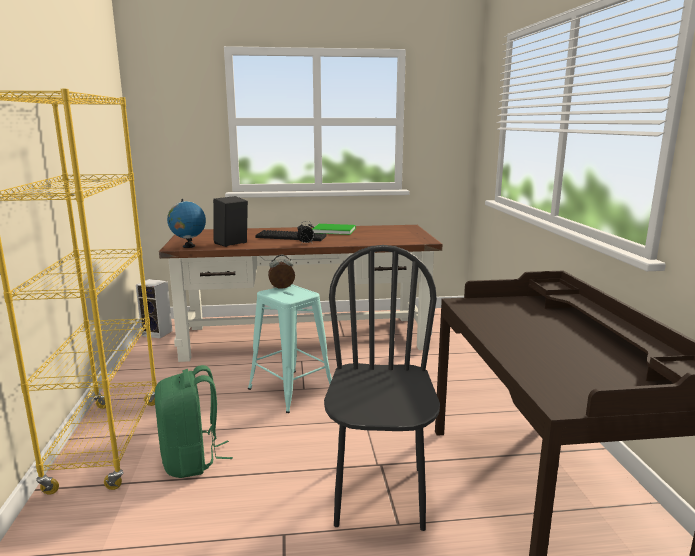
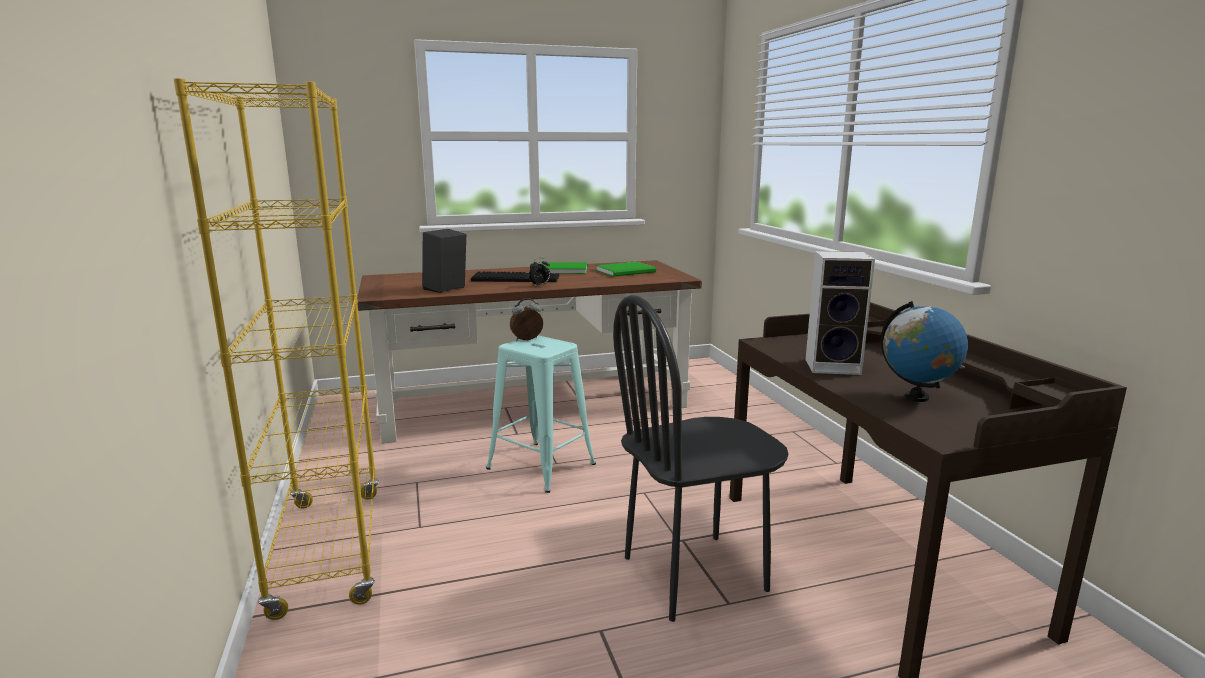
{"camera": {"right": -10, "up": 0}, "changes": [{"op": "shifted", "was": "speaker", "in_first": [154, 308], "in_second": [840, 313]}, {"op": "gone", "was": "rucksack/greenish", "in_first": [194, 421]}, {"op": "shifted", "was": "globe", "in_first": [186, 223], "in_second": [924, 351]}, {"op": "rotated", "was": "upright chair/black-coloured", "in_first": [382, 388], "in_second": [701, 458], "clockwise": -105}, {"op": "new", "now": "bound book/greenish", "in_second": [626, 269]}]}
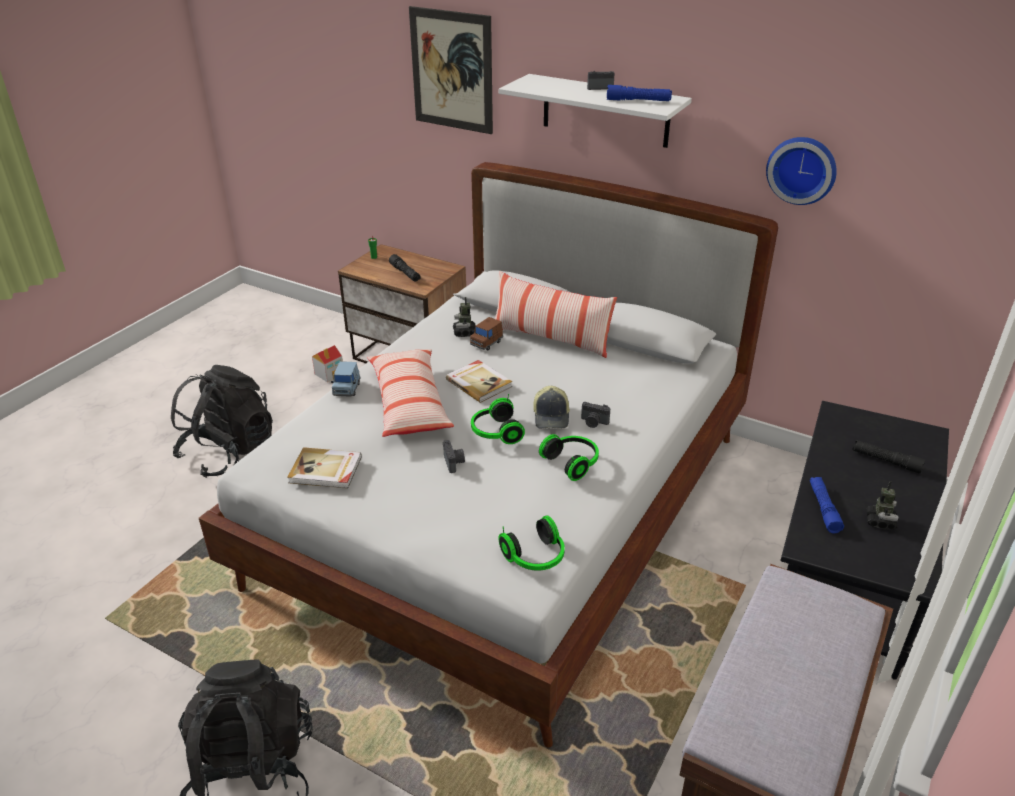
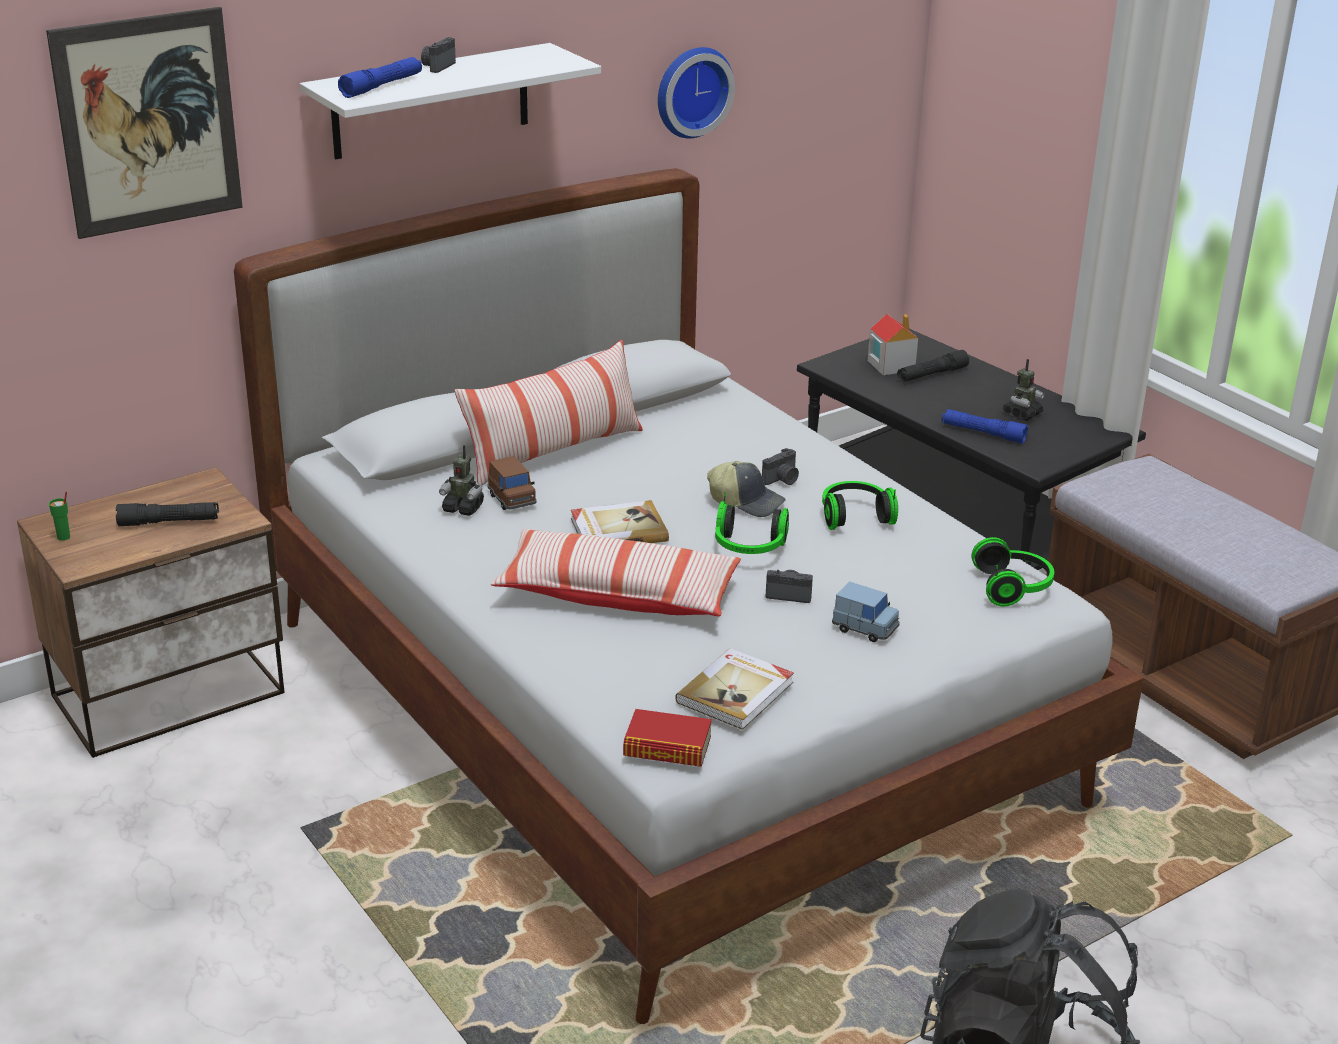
{"camera": {"right": -65, "up": -5}, "changes": [{"op": "gone", "was": "rucksack/black-coloured", "in_first": [222, 421]}, {"op": "shifted", "was": "toy house", "in_first": [327, 363], "in_second": [893, 344]}, {"op": "shifted", "was": "toy car/blue-coloured", "in_first": [346, 379], "in_second": [866, 612]}, {"op": "shifted", "was": "hand torch/blue-coloured", "in_first": [639, 93], "in_second": [380, 77]}, {"op": "rotated", "was": "model robot", "in_first": [882, 505], "in_second": [1024, 389], "clockwise": 90}, {"op": "new", "now": "bound book", "in_second": [667, 738]}]}
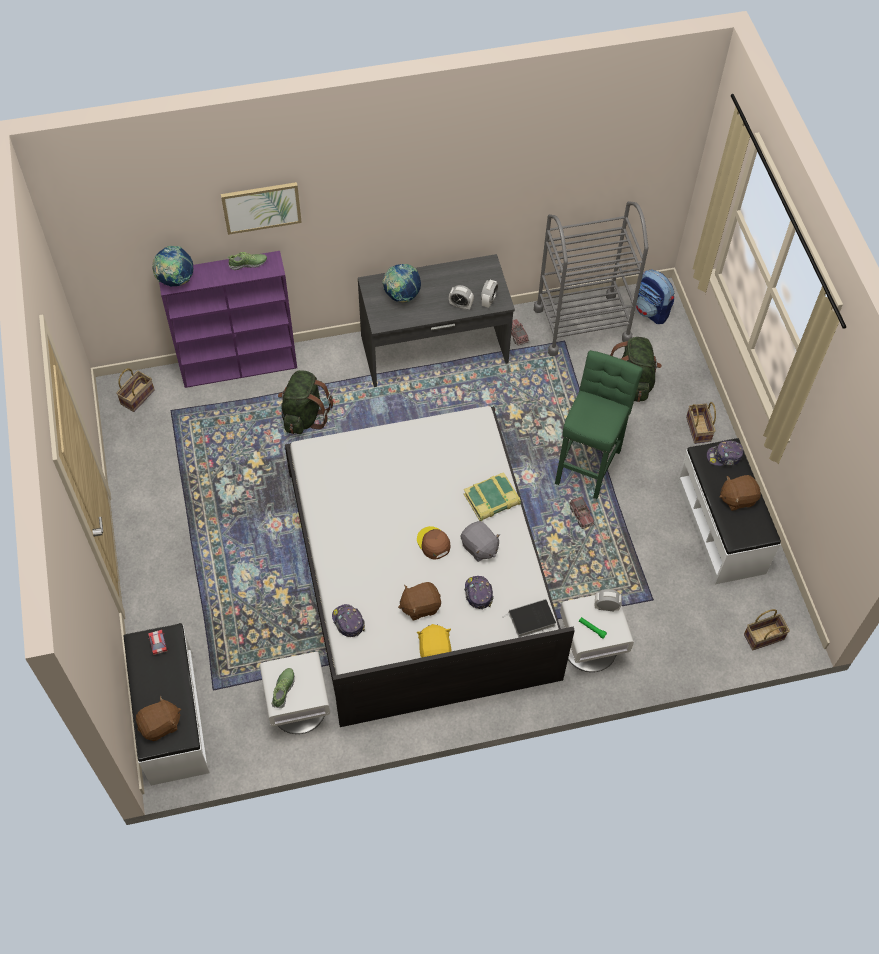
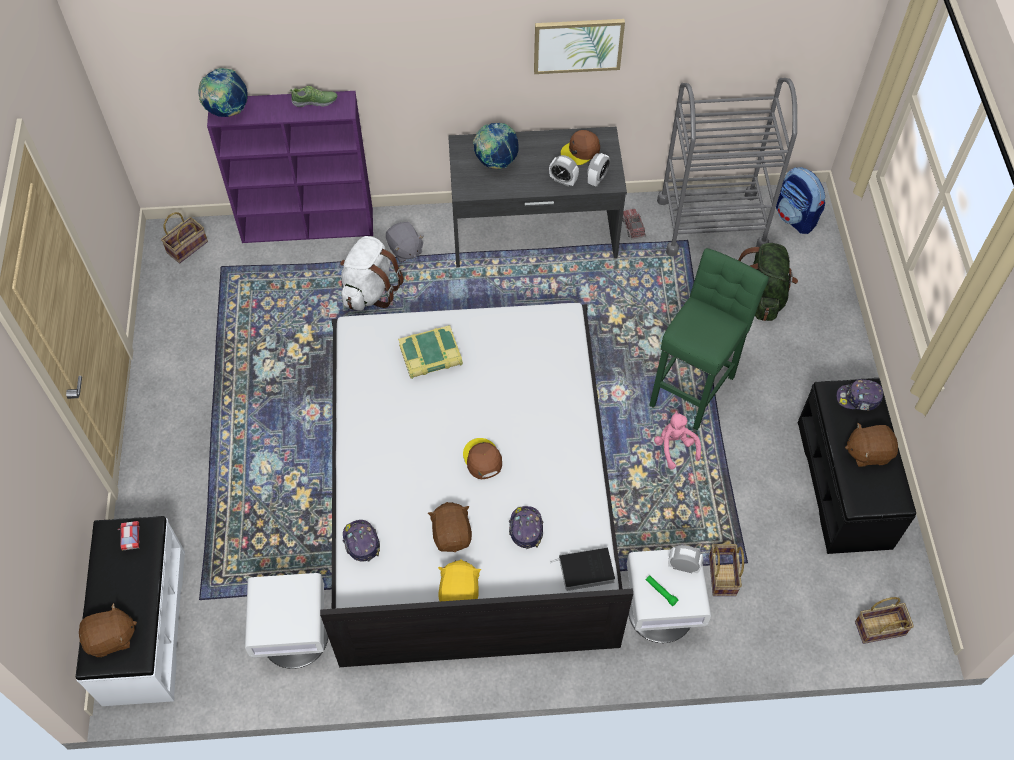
{"camera": {"right": 10, "up": 0}, "changes": [{"op": "shifted", "was": "wall picture", "in_first": [261, 208], "in_second": [579, 46]}, {"op": "gone", "was": "low shoe", "in_first": [283, 688]}, {"op": "repainted", "was": "rucksack/greenish", "now": "rucksack/whitish", "in_first": [305, 402], "in_second": [372, 273]}, {"op": "rotated", "was": "soft toy/brown-coloured", "in_first": [419, 601], "in_second": [450, 527], "clockwise": 90}, {"op": "shifted", "was": "soft toy/grey", "in_first": [480, 541], "in_second": [405, 242]}, {"op": "shifted", "was": "bound book", "in_first": [492, 496], "in_second": [430, 352]}, {"op": "swapped", "was": "toy lorry", "now": "soft toy/pink-coloured", "in_first": [582, 512], "in_second": [677, 440]}, {"op": "repainted", "was": "long seat/whitish", "now": "long seat/black-coloured", "in_first": [729, 511], "in_second": [857, 466]}, {"op": "shifted", "was": "basket", "in_first": [701, 423], "in_second": [726, 570]}, {"op": "new", "now": "cap/brown-coloured", "in_second": [580, 147]}]}
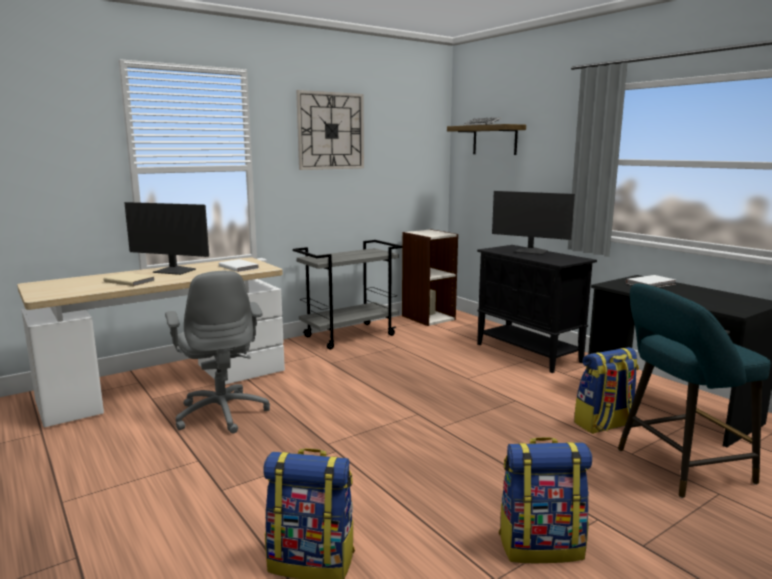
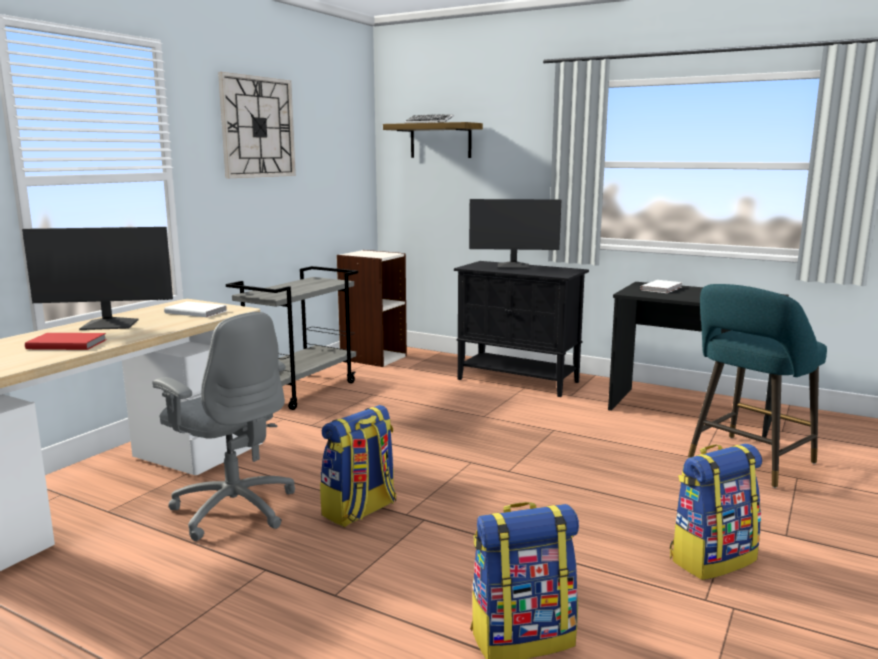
{"camera": {"right": -25, "up": 0}, "changes": [{"op": "repainted", "was": "bound book/beige", "now": "bound book/reddish", "in_first": [129, 279], "in_second": [65, 341]}, {"op": "shifted", "was": "rucksack", "in_first": [606, 390], "in_second": [358, 466]}]}
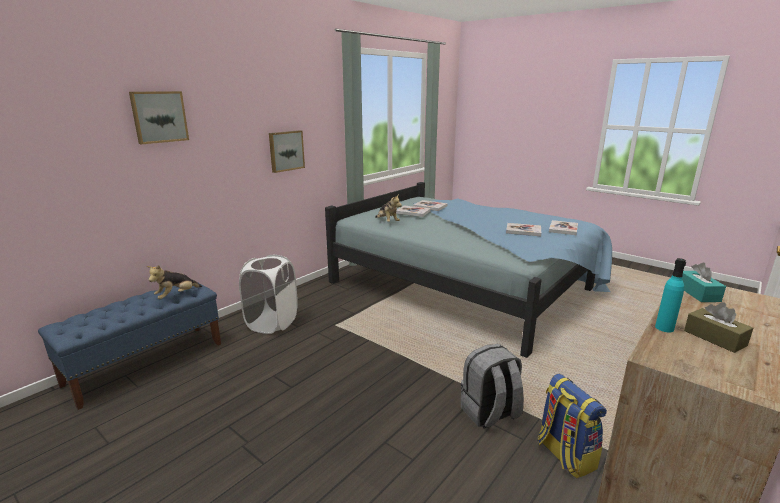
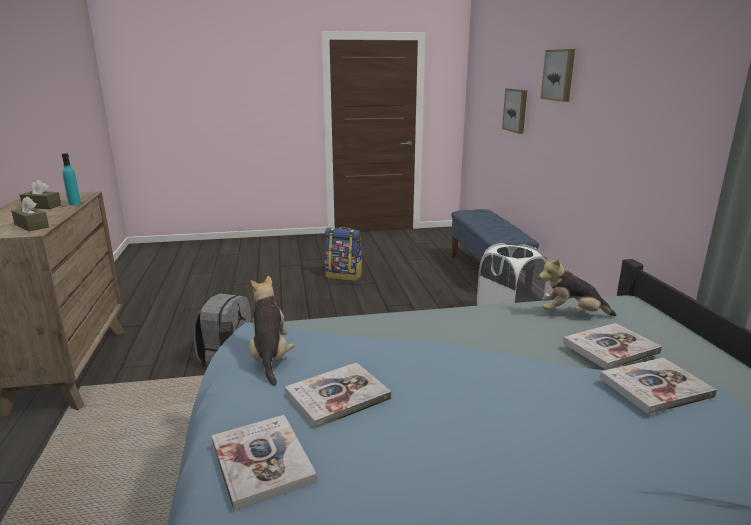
{"camera": {"right": 130, "up": 0}, "changes": [{"op": "shifted", "was": "soft toy", "in_first": [174, 282], "in_second": [272, 331]}, {"op": "shifted", "was": "wall picture", "in_first": [287, 151], "in_second": [514, 111]}, {"op": "shifted", "was": "rucksack", "in_first": [572, 426], "in_second": [343, 254]}, {"op": "repainted", "was": "tissue box/blue-green", "now": "tissue box/brown-coloured", "in_first": [704, 282], "in_second": [30, 213]}]}
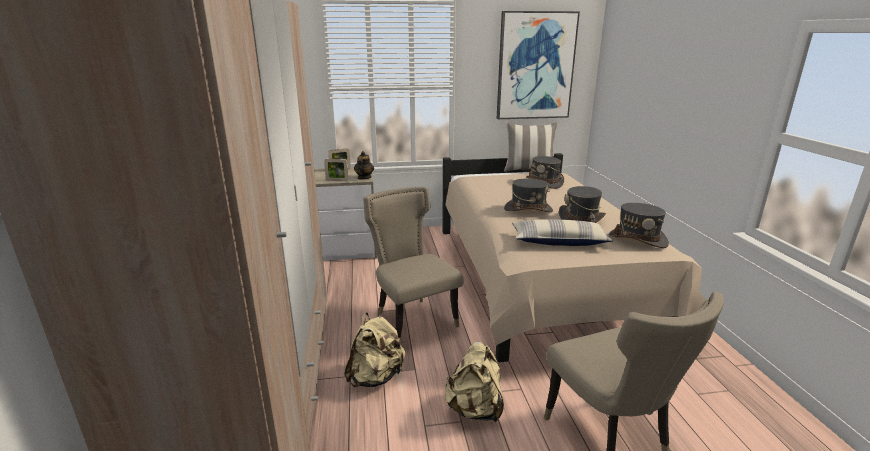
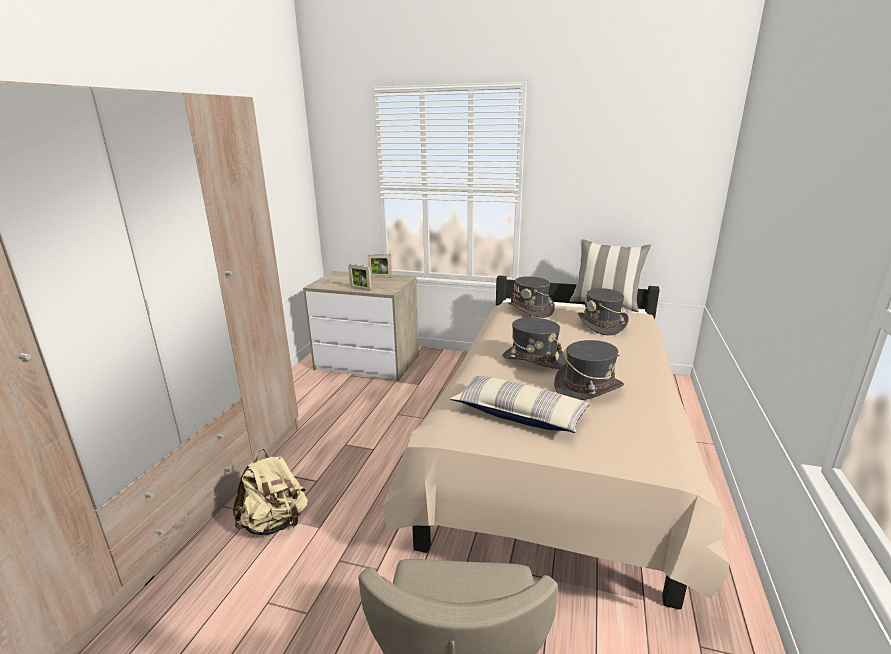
{"camera": {"right": 25, "up": 0}, "changes": [{"op": "gone", "was": "pot for tea", "in_first": [364, 165]}, {"op": "gone", "was": "upright chair/beige", "in_first": [413, 262]}, {"op": "gone", "was": "rucksack/beige", "in_first": [474, 382]}, {"op": "gone", "was": "wall picture", "in_first": [538, 65]}, {"op": "shifted", "was": "clothing hat/grey", "in_first": [639, 225], "in_second": [531, 297]}]}
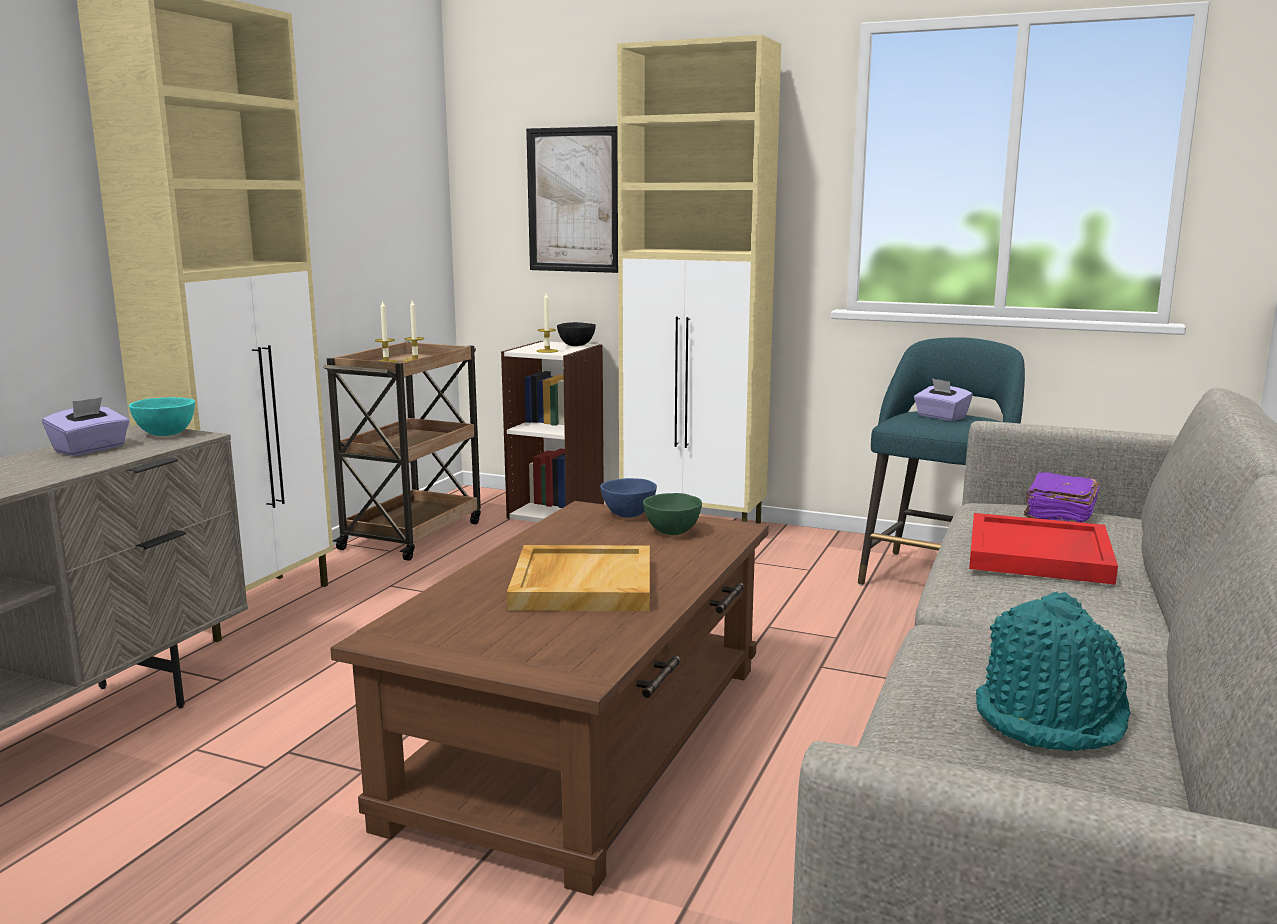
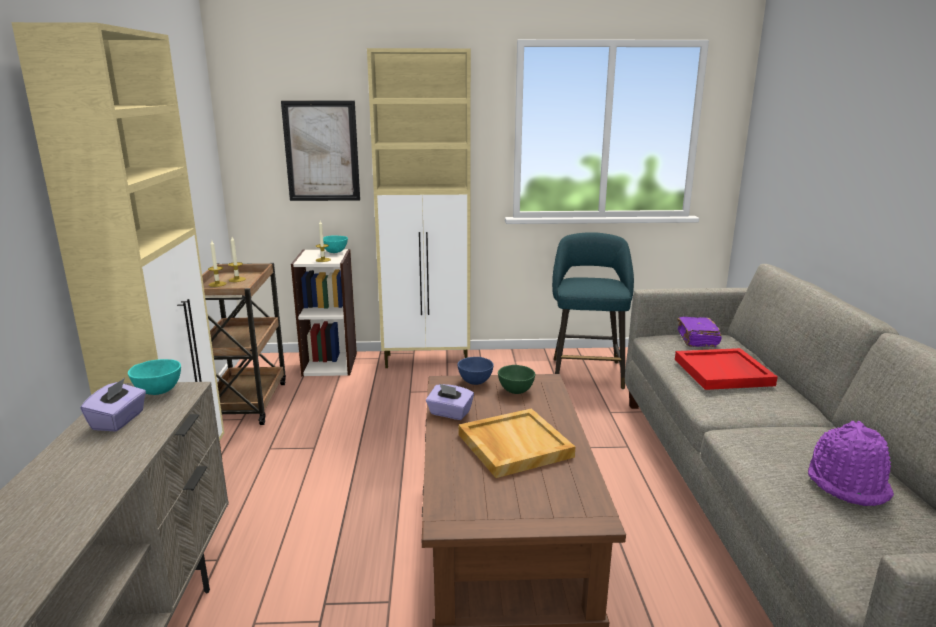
{"camera": {"right": -25, "up": 5}, "changes": [{"op": "repainted", "was": "deep dish/black-coloured", "now": "deep dish/blue-green", "in_first": [576, 334], "in_second": [335, 244]}, {"op": "shifted", "was": "tissue box/purple", "in_first": [943, 399], "in_second": [450, 401]}, {"op": "repainted", "was": "clothing hat/blue-green", "now": "clothing hat/purple", "in_first": [1053, 671], "in_second": [851, 463]}]}
